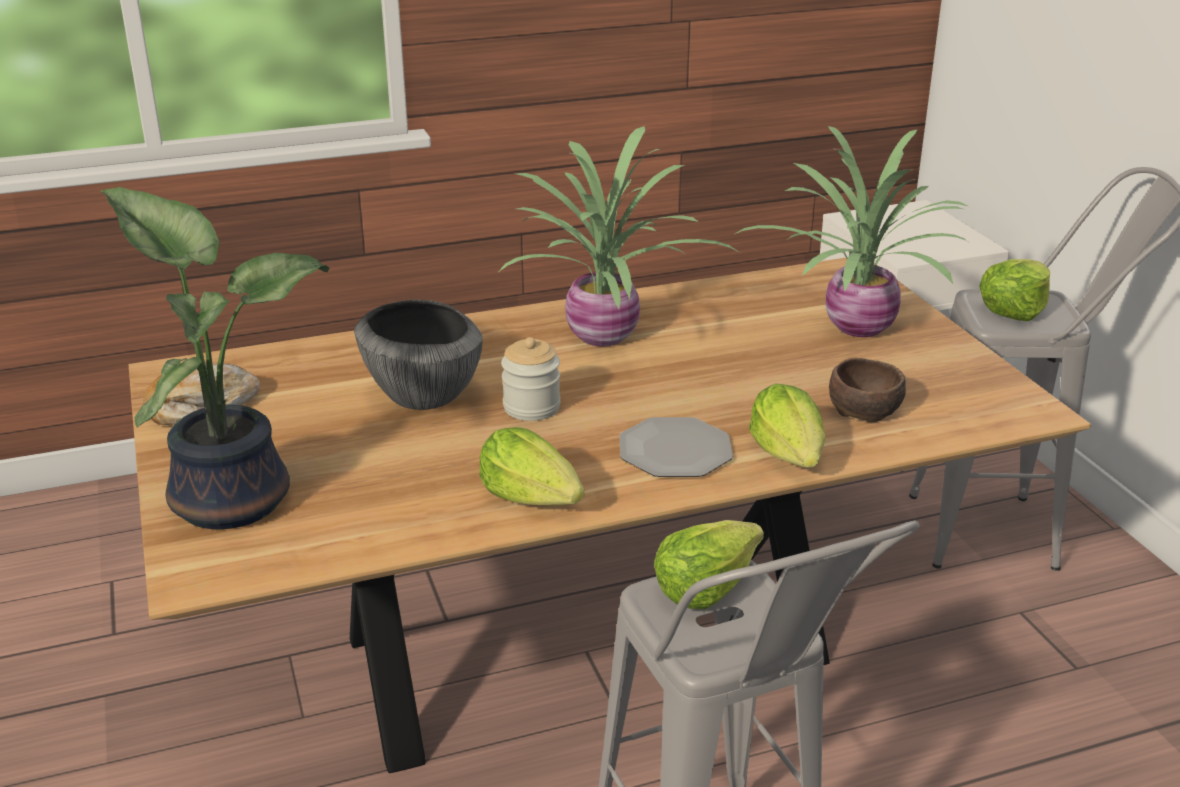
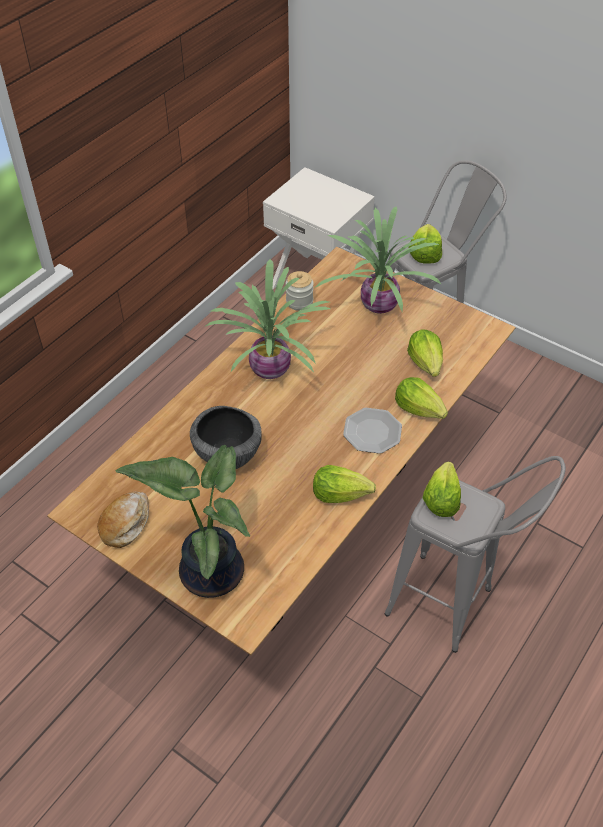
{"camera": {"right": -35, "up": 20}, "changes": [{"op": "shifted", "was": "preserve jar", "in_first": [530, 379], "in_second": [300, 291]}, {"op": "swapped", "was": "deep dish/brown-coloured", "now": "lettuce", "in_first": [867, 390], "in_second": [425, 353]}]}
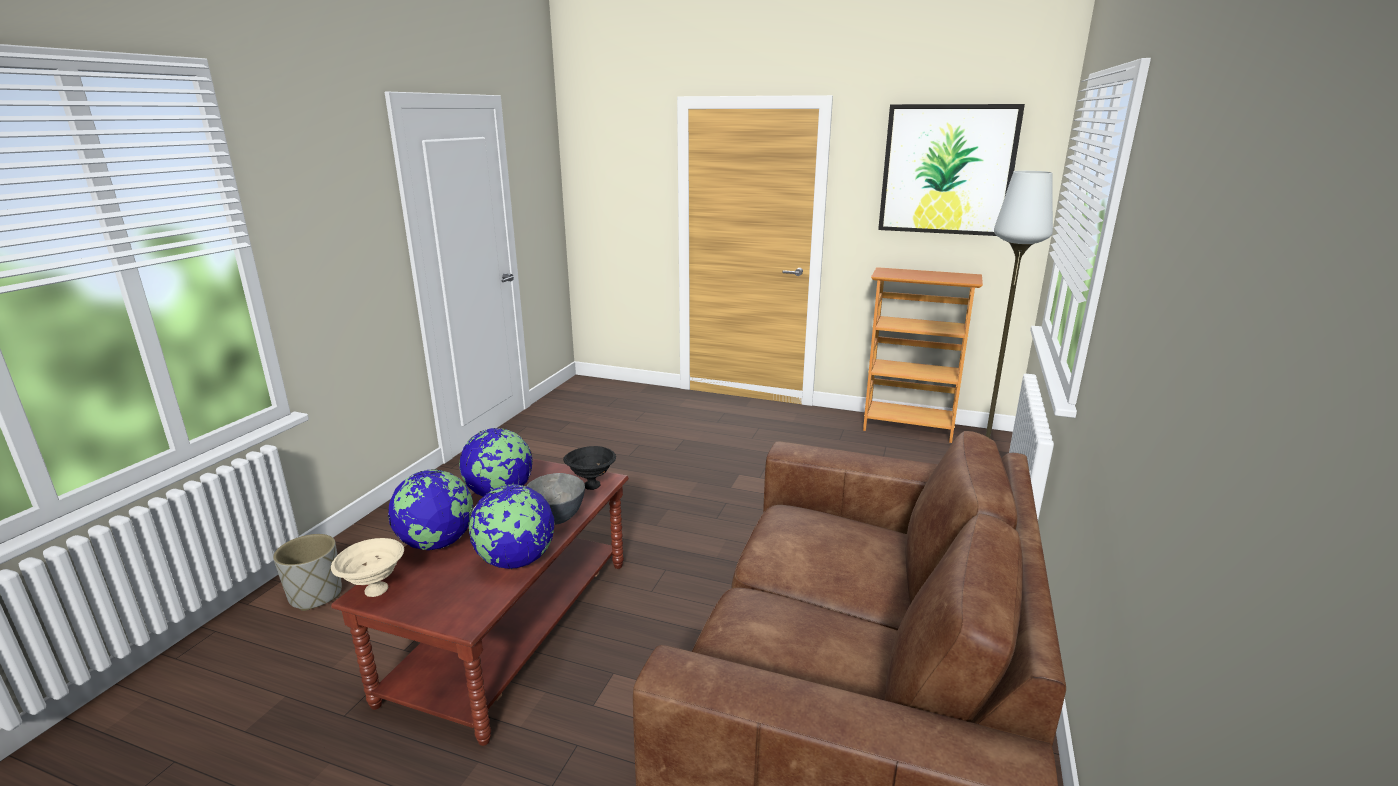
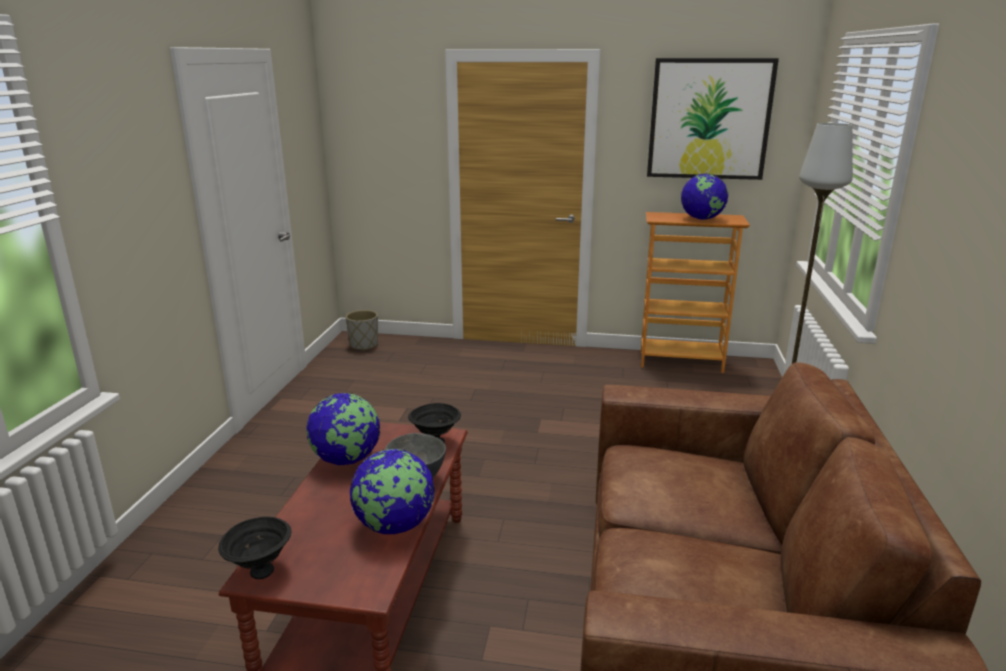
{"camera": {"right": -10, "up": 0}, "changes": [{"op": "shifted", "was": "flower pot/grey", "in_first": [307, 572], "in_second": [362, 330]}, {"op": "repainted", "was": "deep dish/beige", "now": "deep dish/black-coloured", "in_first": [367, 567], "in_second": [254, 548]}, {"op": "shifted", "was": "globe", "in_first": [431, 509], "in_second": [704, 197]}]}
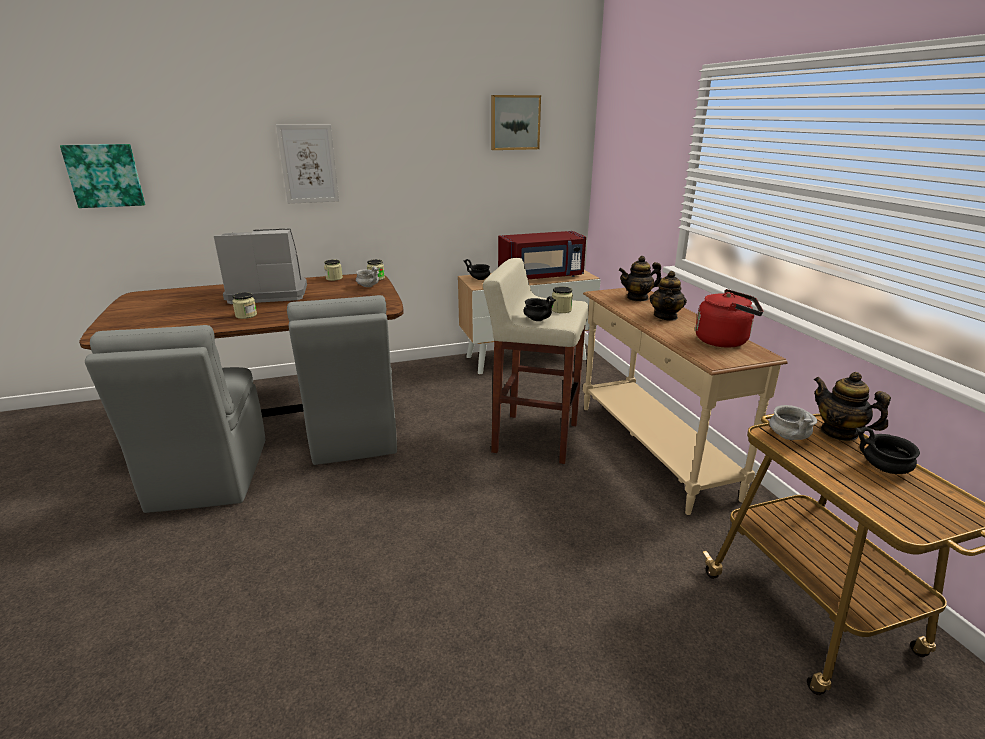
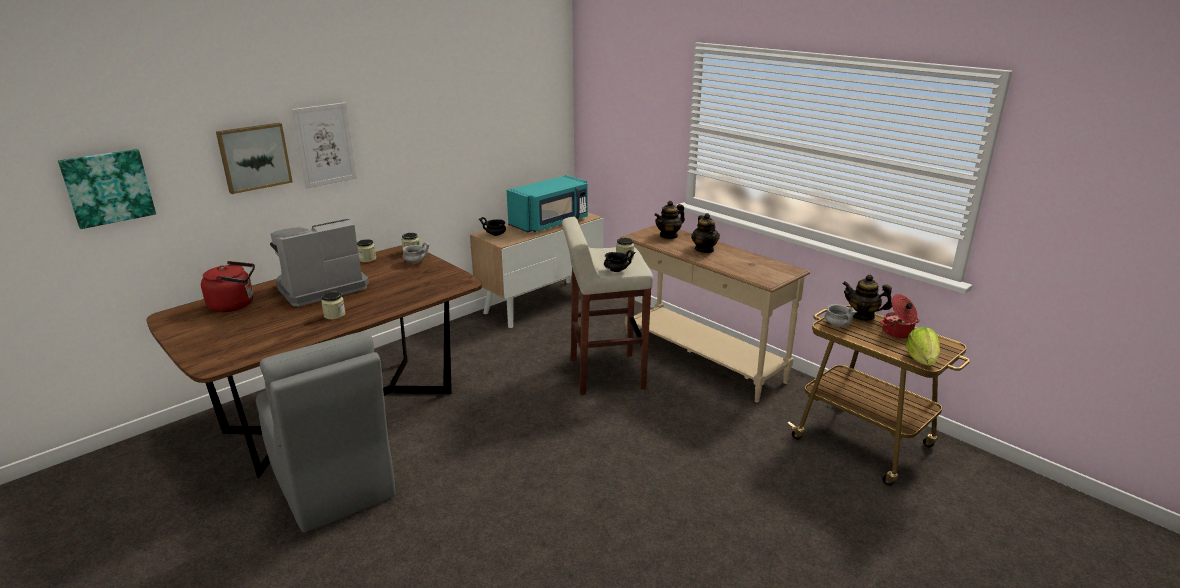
{"camera": {"right": -25, "up": 0}, "changes": [{"op": "gone", "was": "upright chair/grey", "in_first": [342, 380]}, {"op": "shifted", "was": "wall picture", "in_first": [516, 122], "in_second": [254, 158]}, {"op": "repainted", "was": "microwave oven/reddish", "now": "microwave oven/blue-green", "in_first": [542, 255], "in_second": [547, 203]}, {"op": "shifted", "was": "tea kettle/reddish", "in_first": [729, 318], "in_second": [228, 286]}, {"op": "swapped", "was": "deep dish/black-coloured", "now": "saucepot", "in_first": [887, 450], "in_second": [899, 316]}, {"op": "new", "now": "lettuce", "in_second": [923, 346]}]}
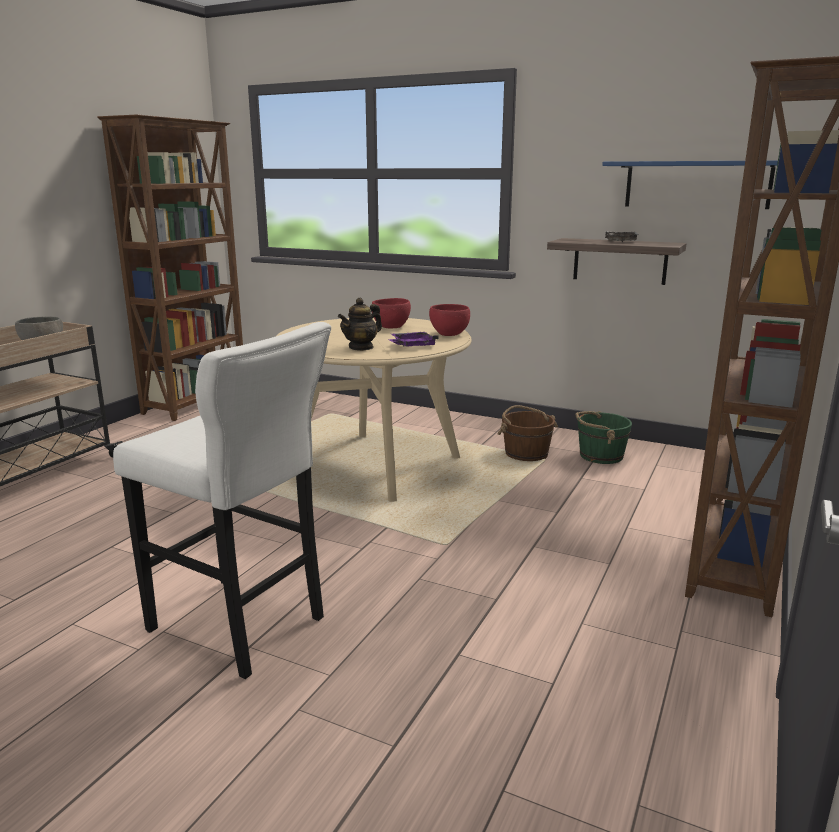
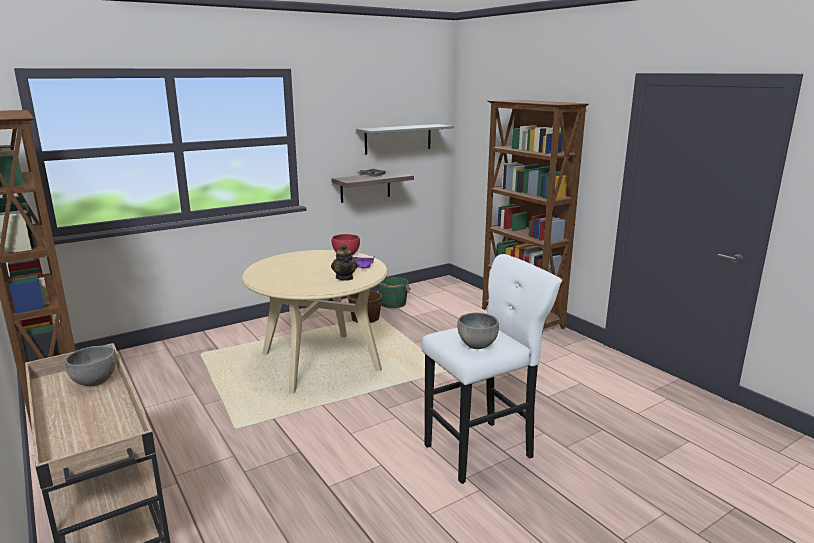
{"camera": {"right": -60, "up": 0}, "changes": [{"op": "gone", "was": "deep dish/reddish", "in_first": [391, 313]}, {"op": "repainted", "was": "wall shelf/blue-coloured", "now": "wall shelf/grey", "in_first": [690, 184], "in_second": [405, 139]}, {"op": "new", "now": "deep dish/grey", "in_second": [478, 331]}]}
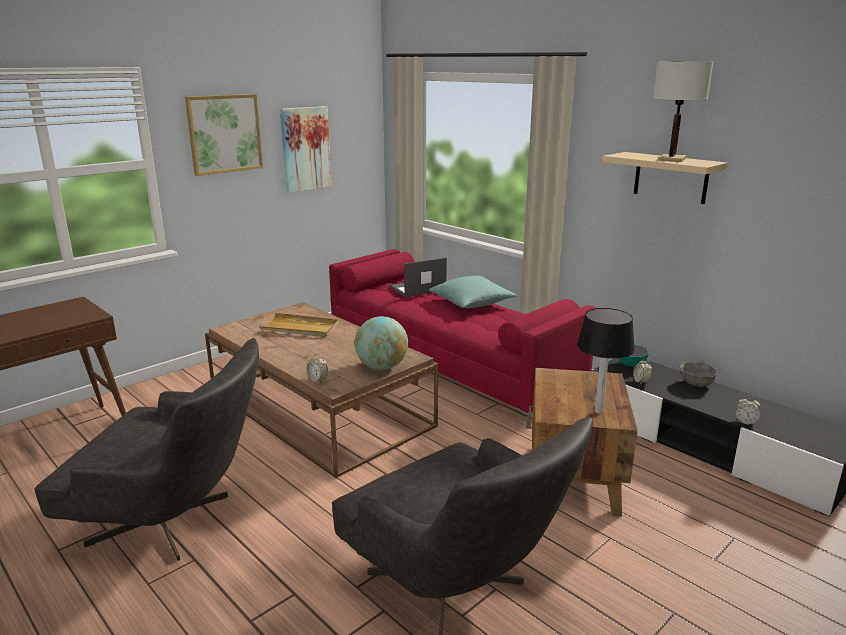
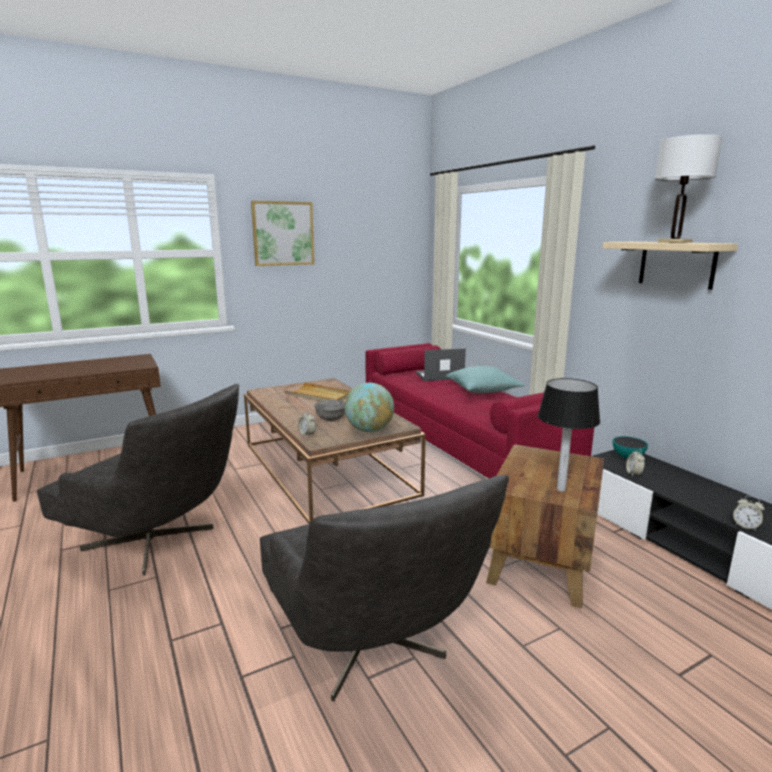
{"camera": {"right": 15, "up": -5}, "changes": [{"op": "gone", "was": "wall picture", "in_first": [305, 149]}, {"op": "shifted", "was": "deep dish/grey", "in_first": [698, 374], "in_second": [329, 410]}]}
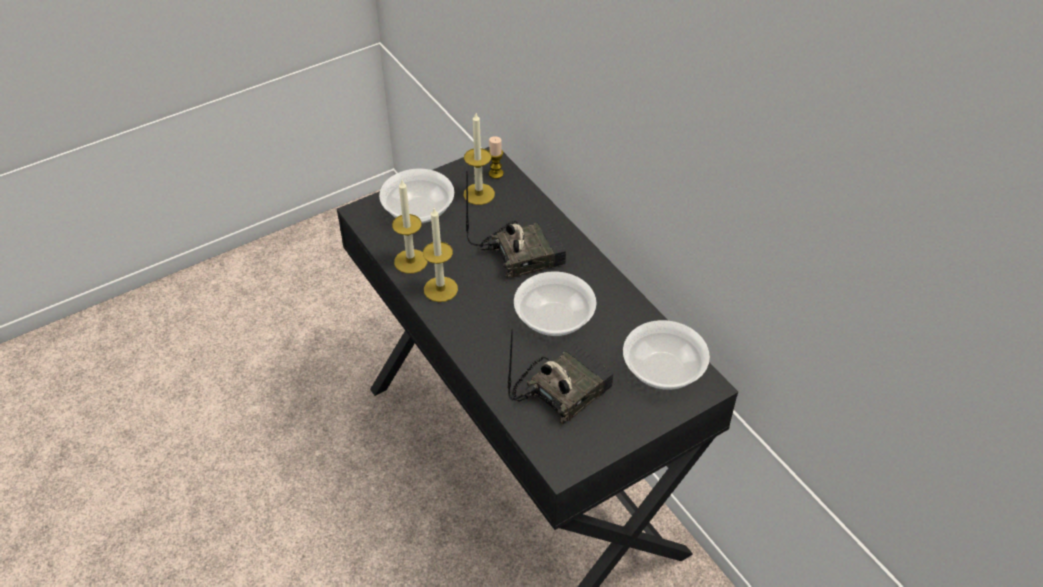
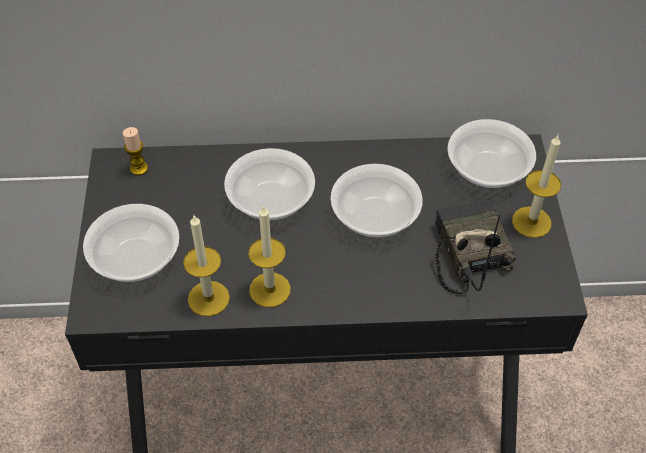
{"camera": {"right": -60, "up": 5}, "changes": [{"op": "shifted", "was": "wax light", "in_first": [479, 159], "in_second": [536, 186]}, {"op": "swapped", "was": "radio receiver", "now": "deep dish", "in_first": [516, 225], "in_second": [269, 184]}]}
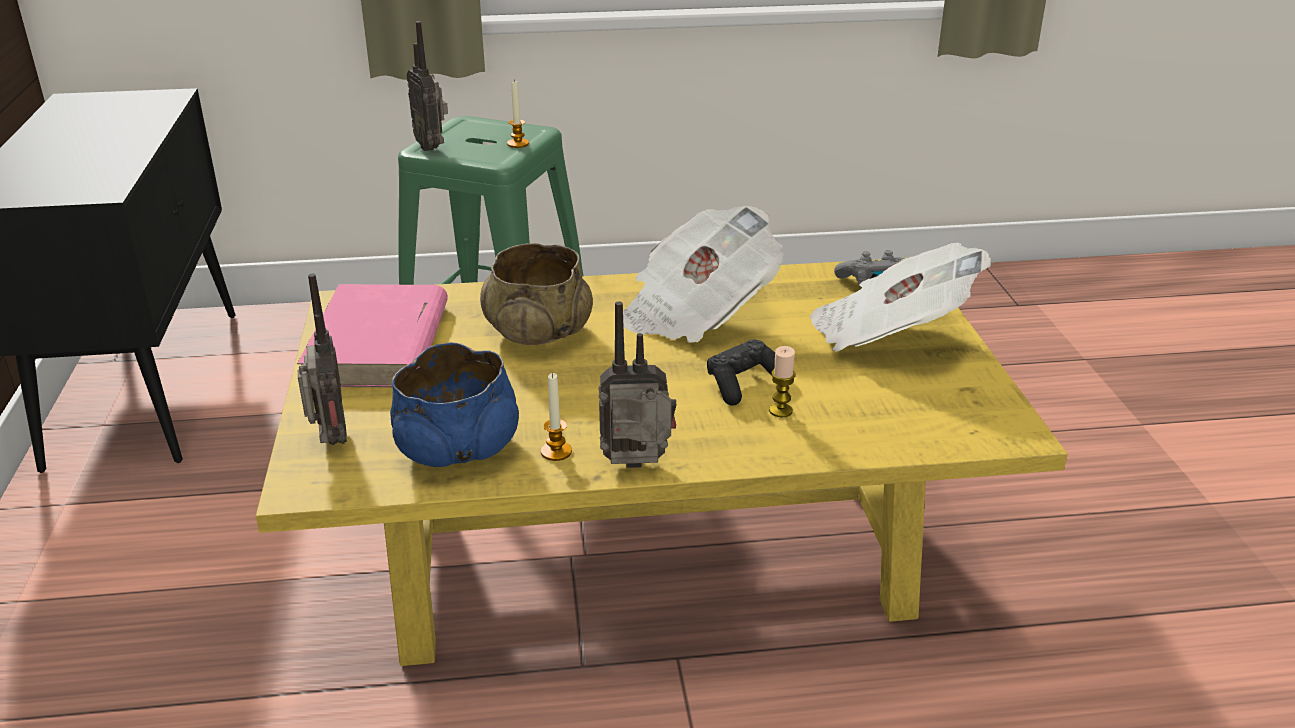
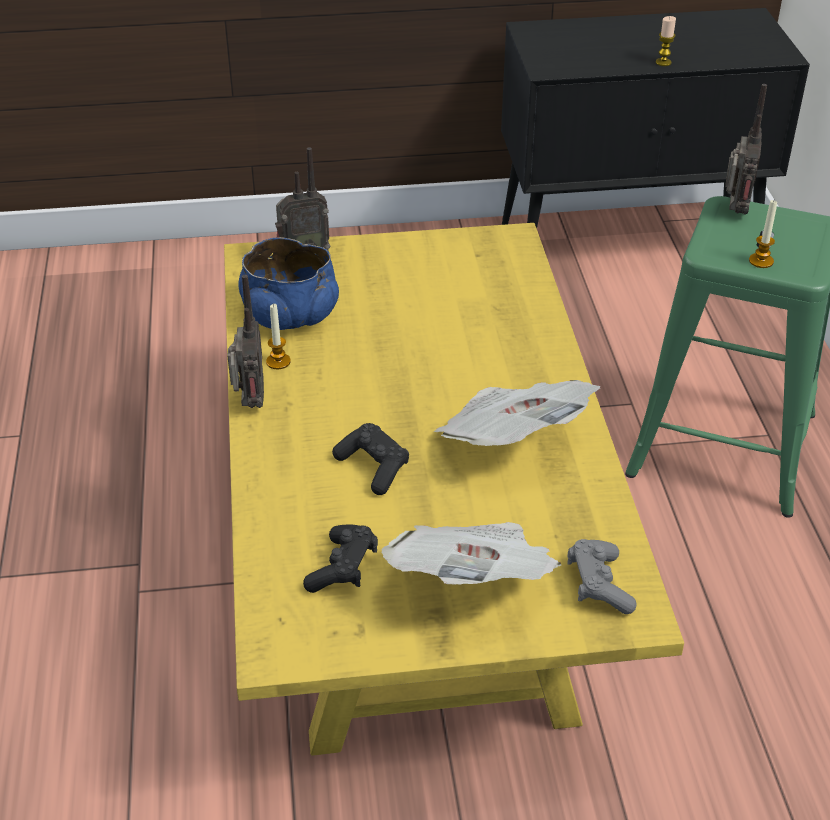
{"camera": {"right": 90, "up": 10}, "changes": [{"op": "gone", "was": "bound book/pink-coloured", "in_first": [372, 335]}, {"op": "rotated", "was": "radio receiver", "in_first": [427, 86], "in_second": [746, 149], "clockwise": 135}, {"op": "gone", "was": "deep dish/beige", "in_first": [536, 294]}, {"op": "shifted", "was": "wax light", "in_first": [782, 381], "in_second": [666, 41]}, {"op": "new", "now": "gamepad/black-coloured", "in_second": [340, 558]}]}
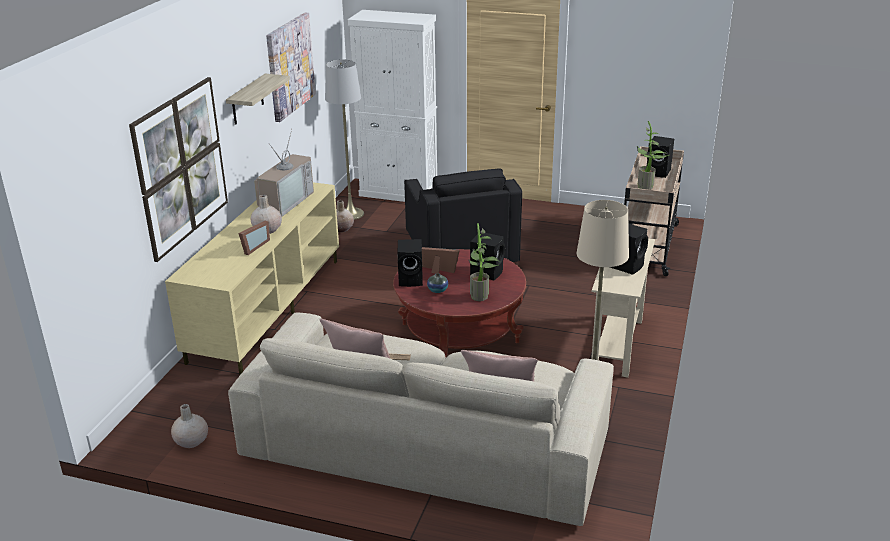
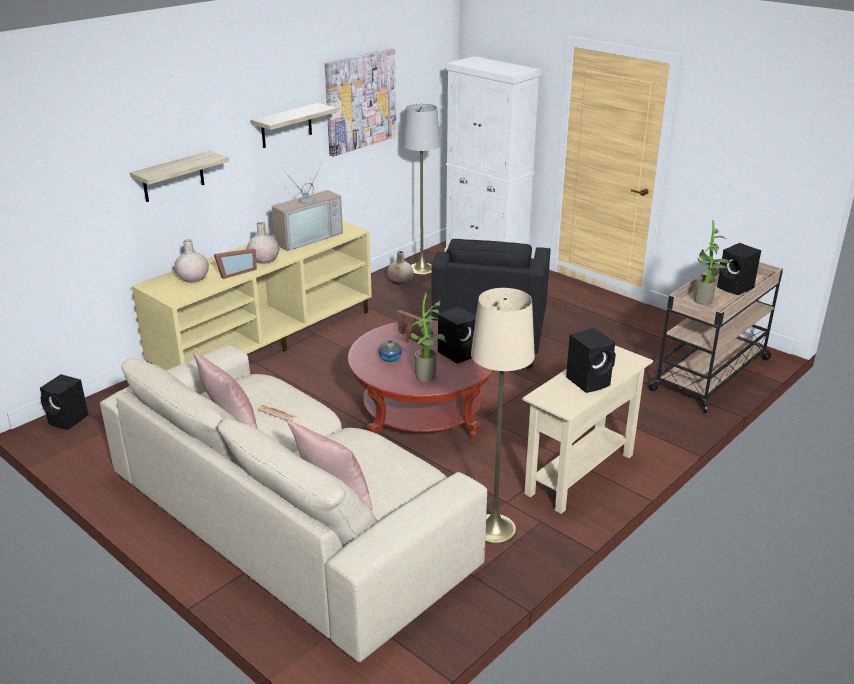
{"camera": {"right": 25, "up": 0}, "changes": [{"op": "swapped", "was": "wall picture", "now": "wall shelf", "in_first": [178, 169], "in_second": [179, 176]}, {"op": "shifted", "was": "decorative vase/beige", "in_first": [189, 426], "in_second": [192, 261]}, {"op": "shifted", "was": "speaker/black-coloured", "in_first": [410, 263], "in_second": [64, 402]}]}
